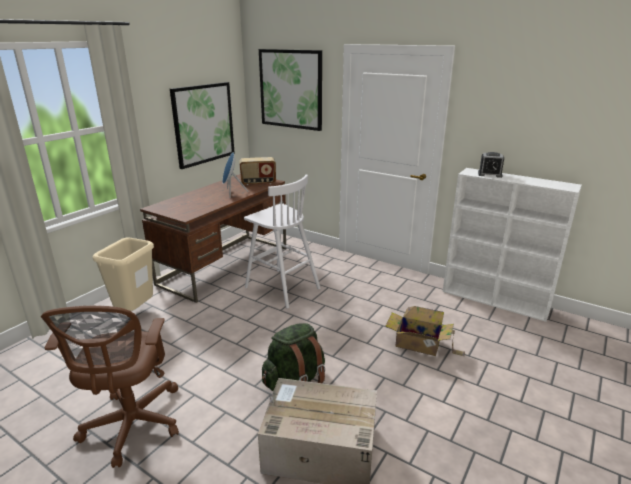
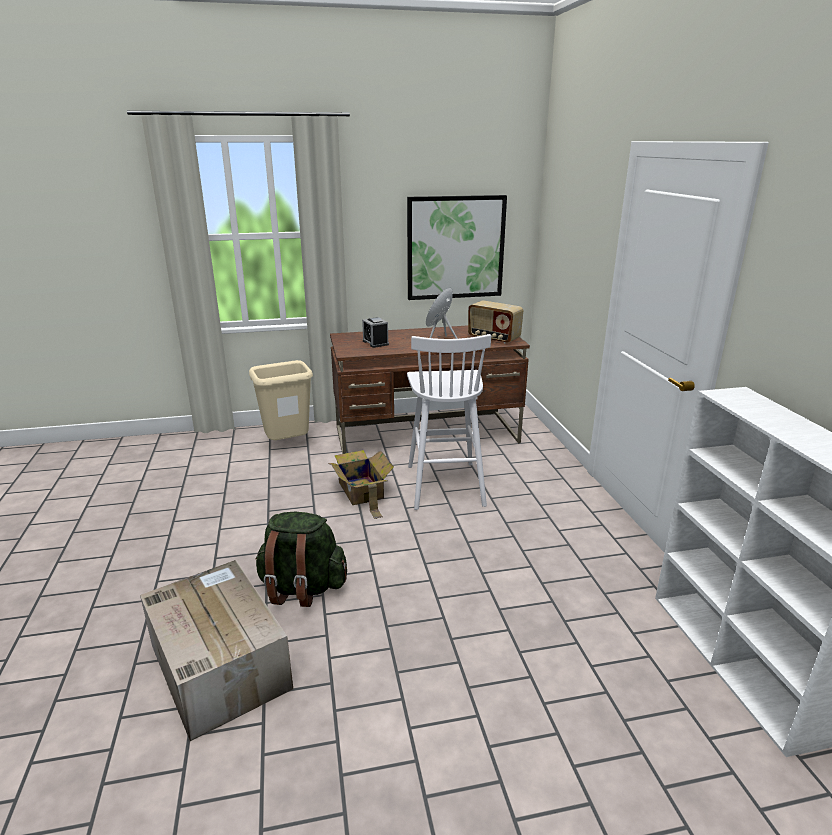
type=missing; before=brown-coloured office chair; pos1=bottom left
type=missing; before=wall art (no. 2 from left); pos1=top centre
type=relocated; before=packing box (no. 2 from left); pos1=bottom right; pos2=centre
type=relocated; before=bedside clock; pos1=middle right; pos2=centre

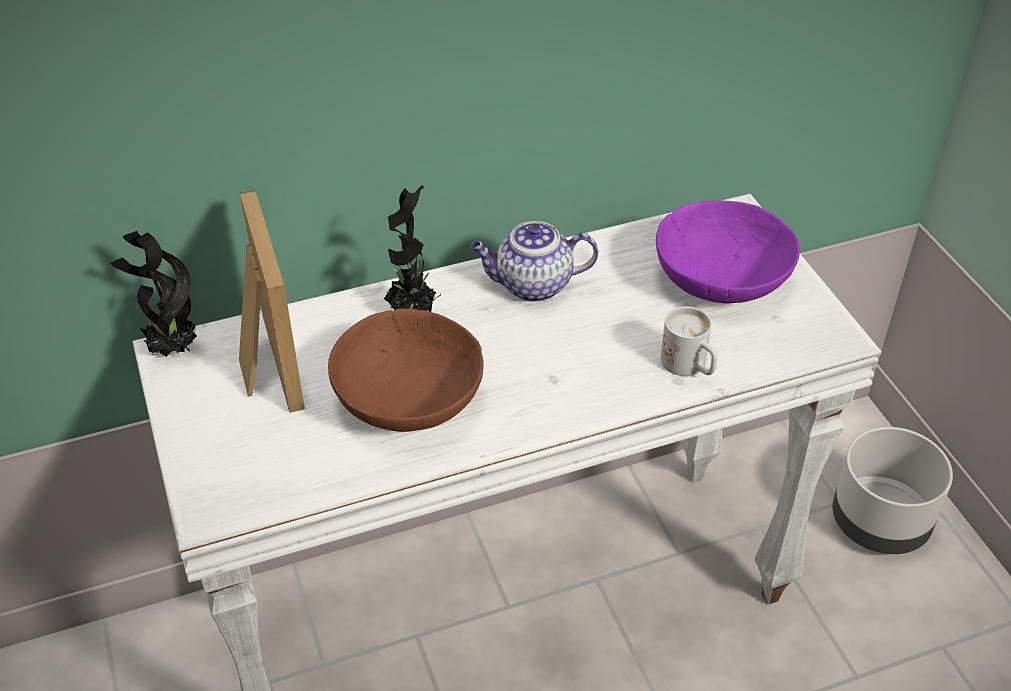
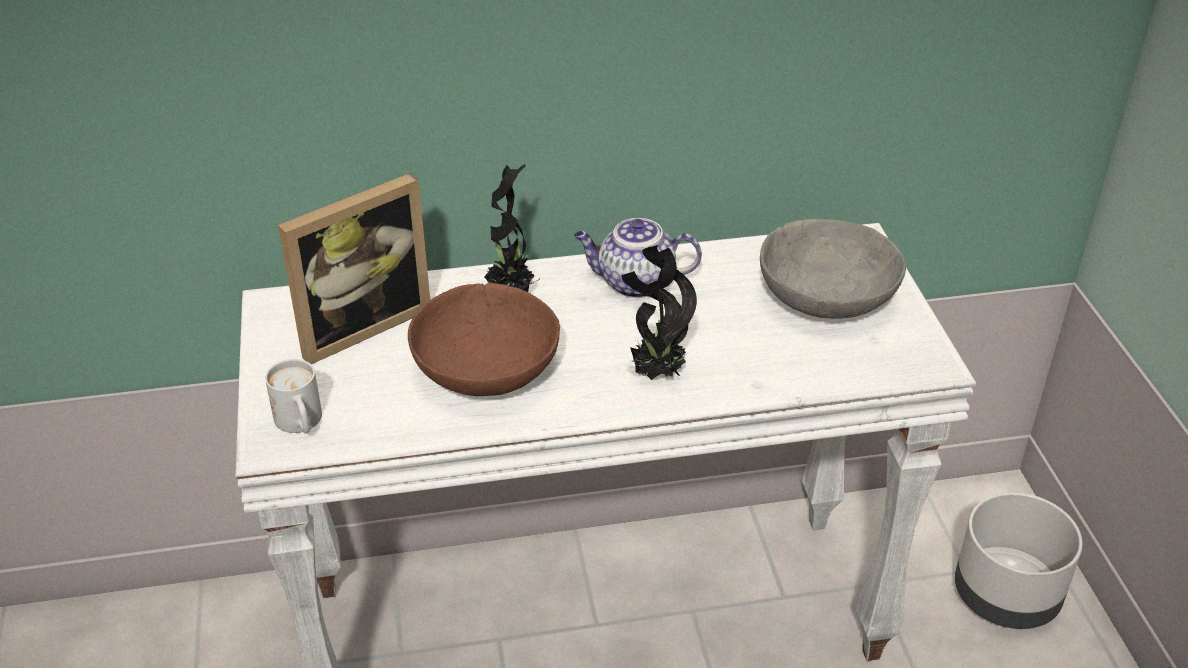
type=relocated; before=plant in a pot (no. 1 from left in the first image); after=plant in a pot (no. 2 from left); pos1=middle left; pos2=centre
type=relocated; before=white-coloured tea mug; pos1=middle right; pos2=middle left
type=colour; before=purple-coloured serving bowl; after=gray serving bowl; pos1=middle right; pos2=middle right
type=spun; before=picture frame; pos1=middle left; pos2=middle left; turn=60

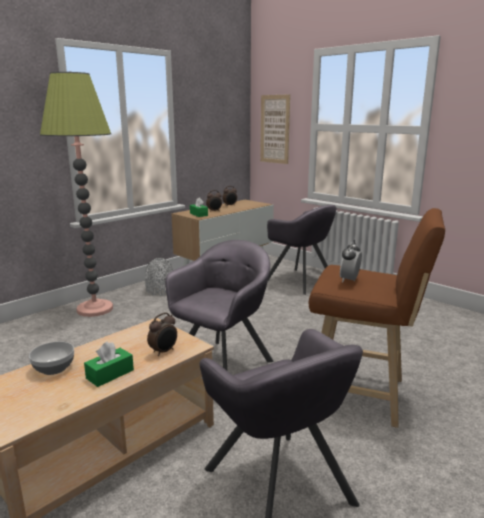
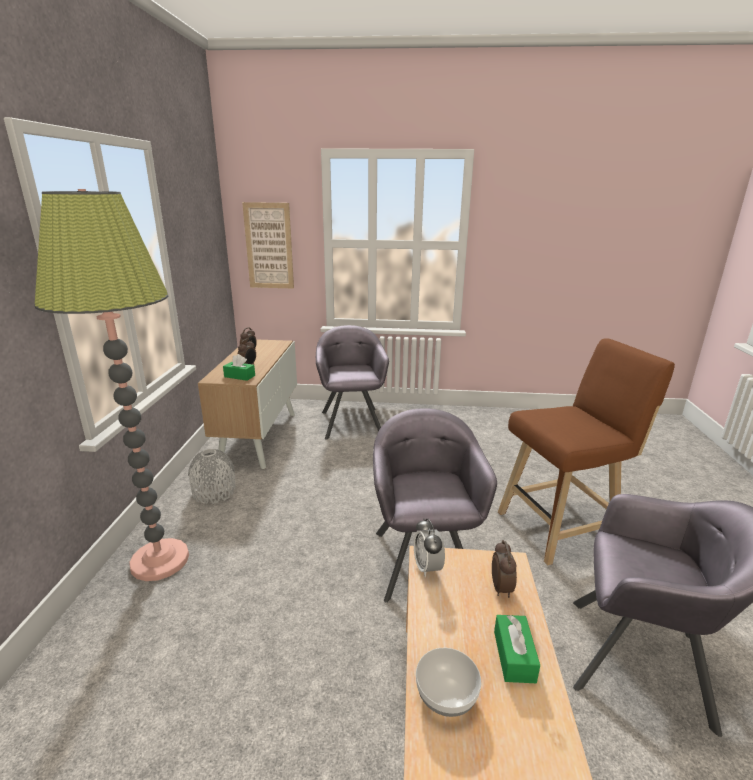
type=relocated; before=bedside clock (no. 4 from left in the first image); after=bedside clock (no. 3 from left); pos1=middle right; pos2=bottom centre
type=spun; before=gray armchair (no. 3 from left in the first image); pos1=centre; pos2=centre; turn=-105

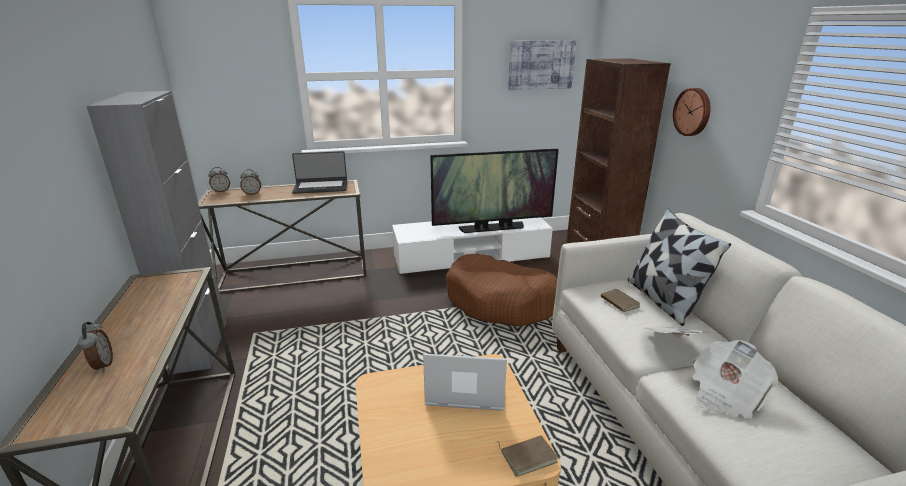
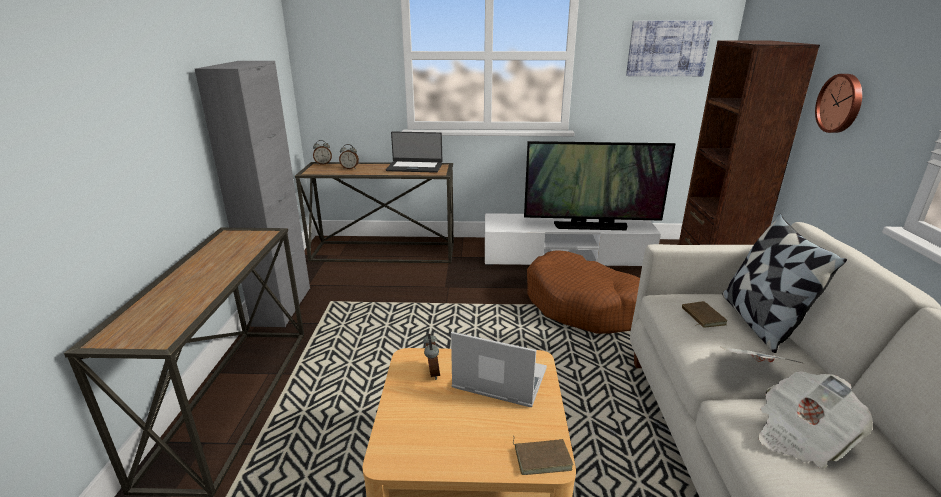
type=relocated; before=bedside clock (no. 1 from left in the first image); after=bedside clock (no. 3 from left); pos1=bottom left; pos2=bottom centre

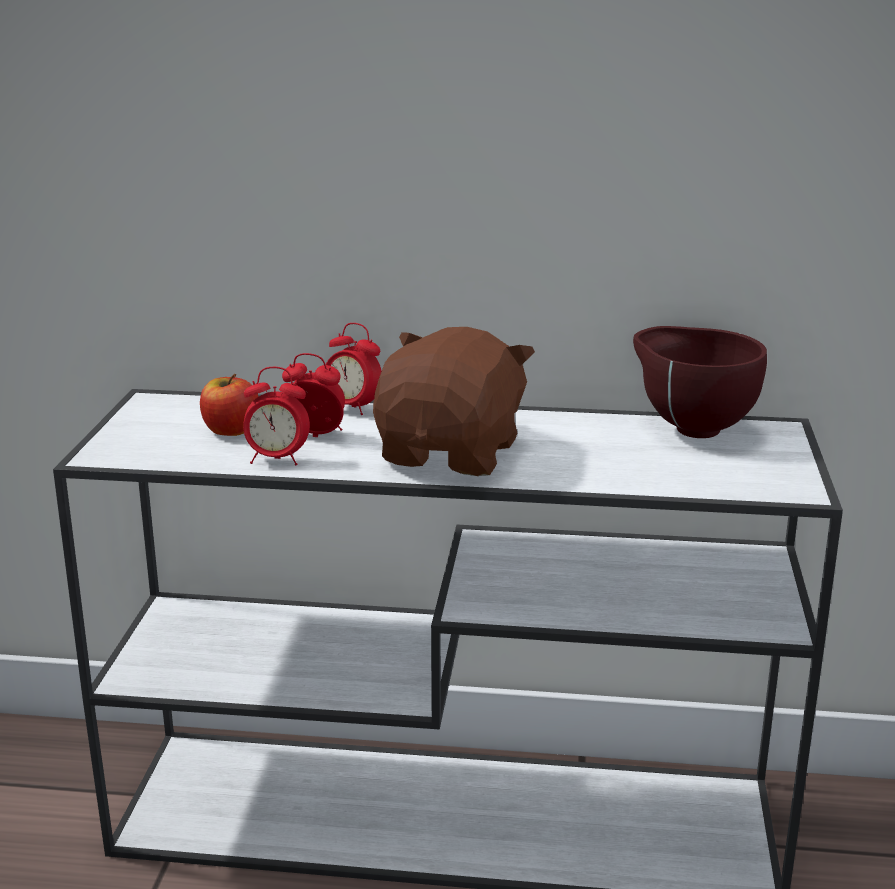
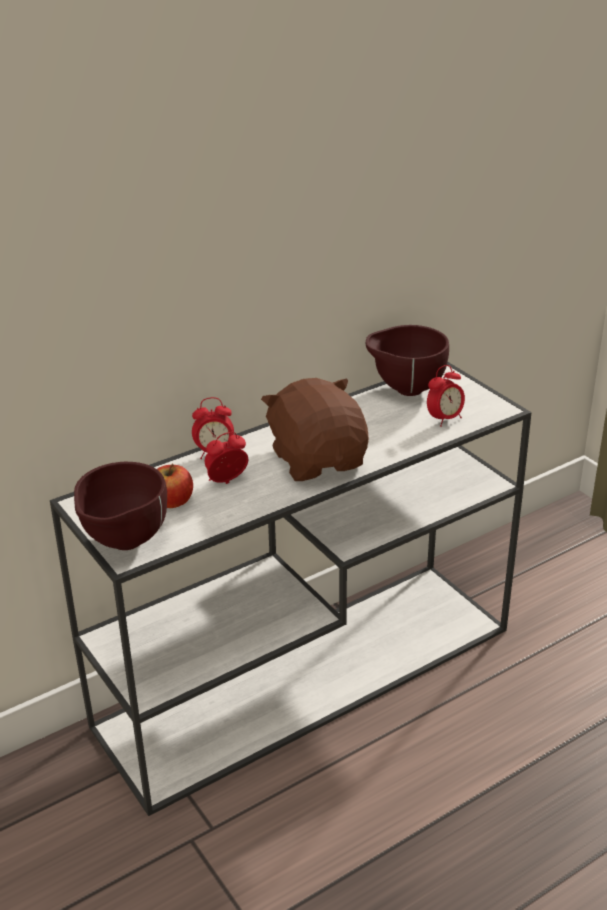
type=appeared; after=brown-coloured serving bowl (no. 1 from left); pos2=middle left
type=relocated; before=bedside clock (no. 1 from left in the first image); after=bedside clock (no. 3 from left); pos1=middle left; pos2=middle right

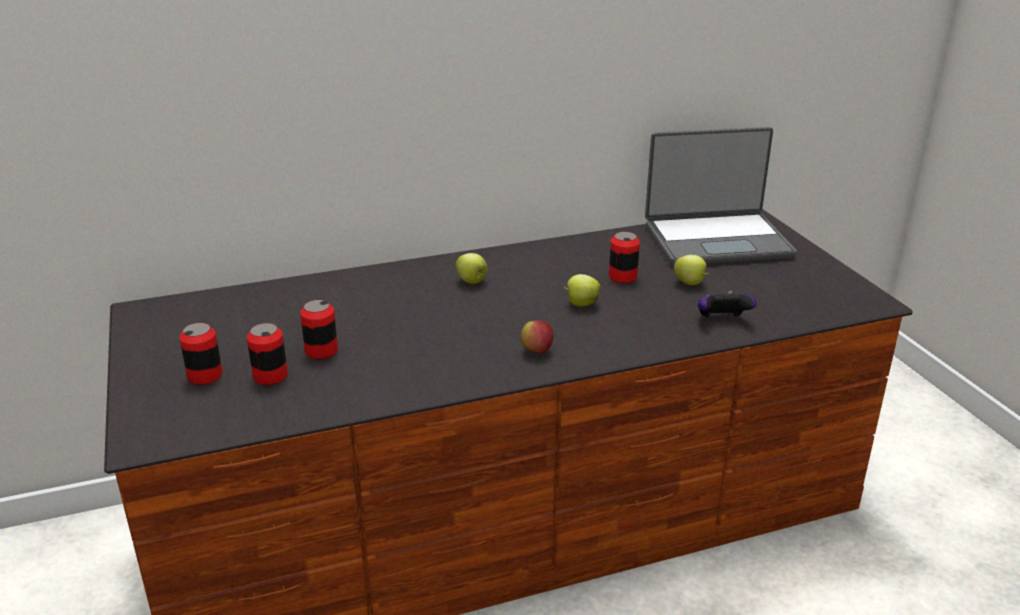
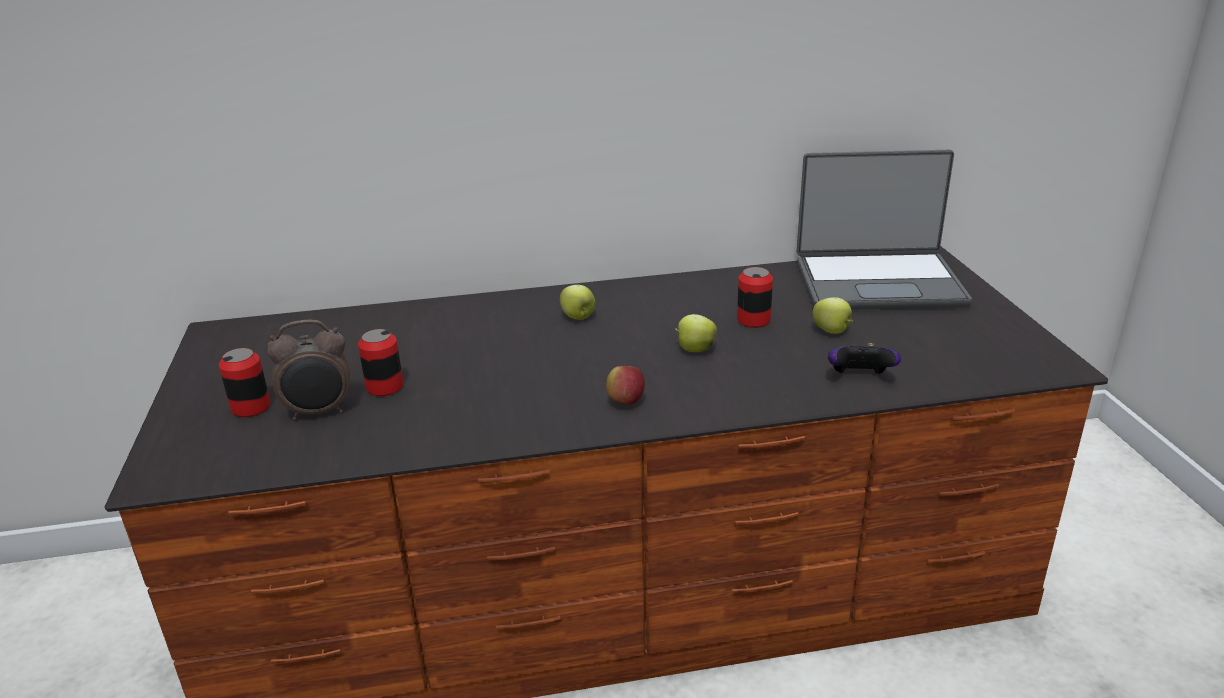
type=exchanged; before=metal can (no. 2 from left); after=bedside clock; pos1=middle left; pos2=middle left

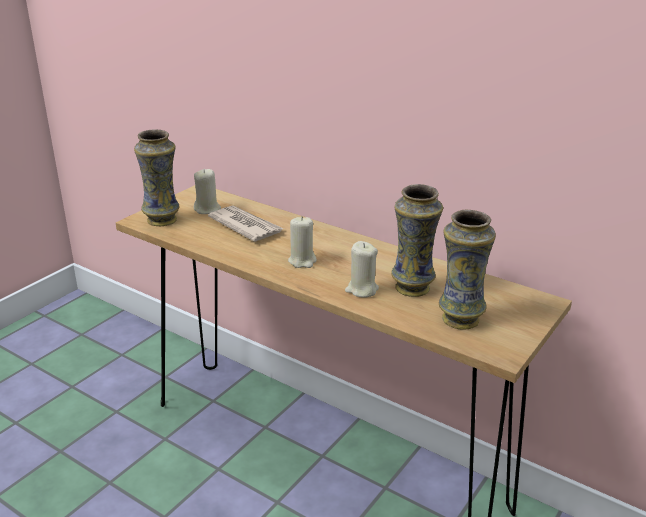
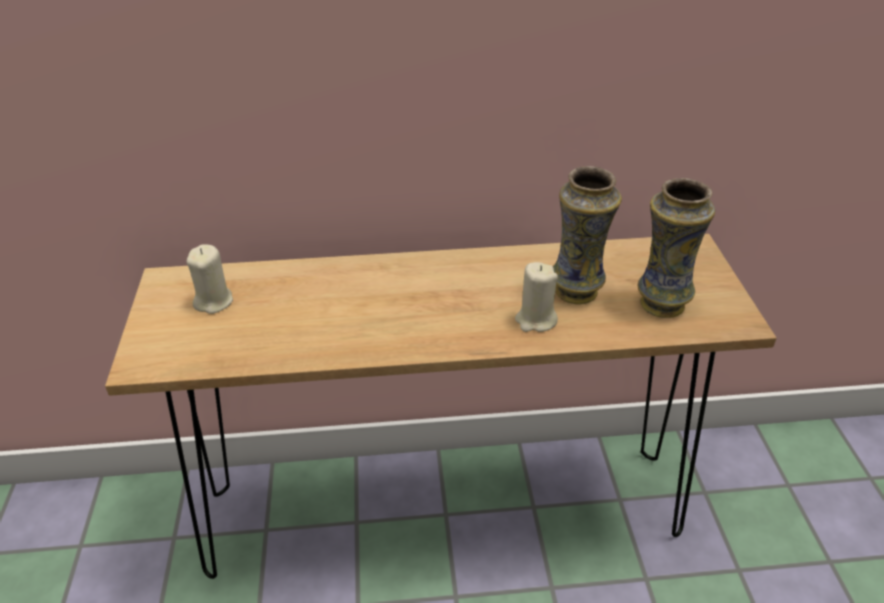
type=missing; before=vase (no. 1 from left); pos1=middle left
type=missing; before=printed paper; pos1=centre
type=missing; before=beige wax candle (no. 2 from left); pos1=centre

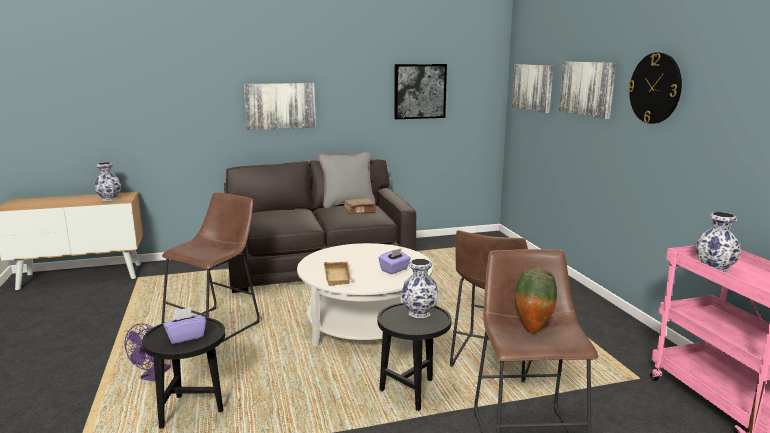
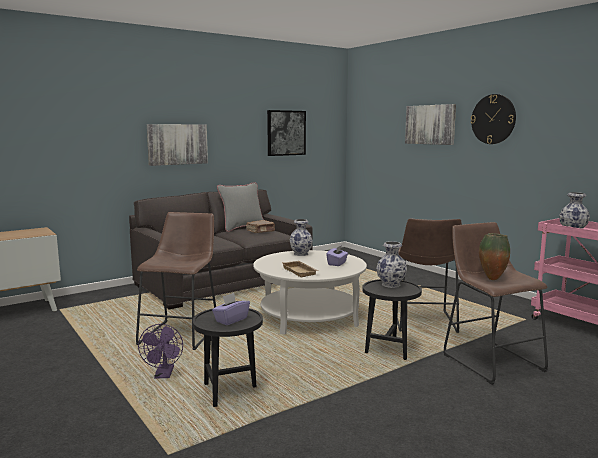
type=missing; before=wall art (no. 3 from left); pos1=top right
type=relocated; before=vase (no. 1 from left); pos1=middle left; pos2=centre

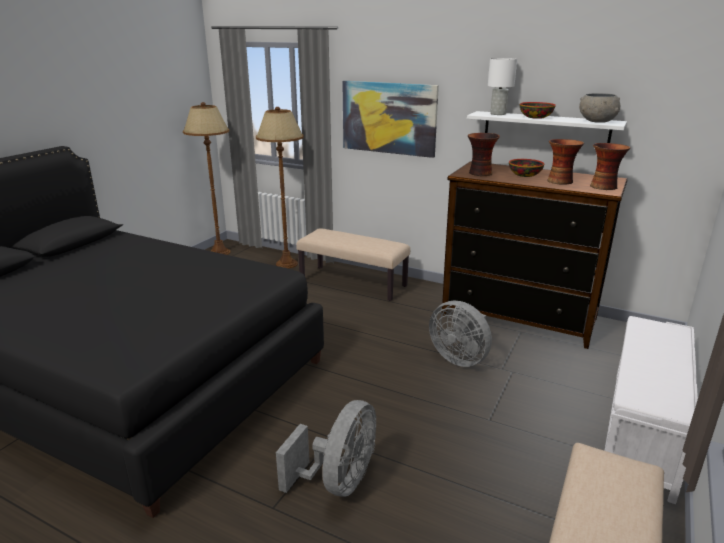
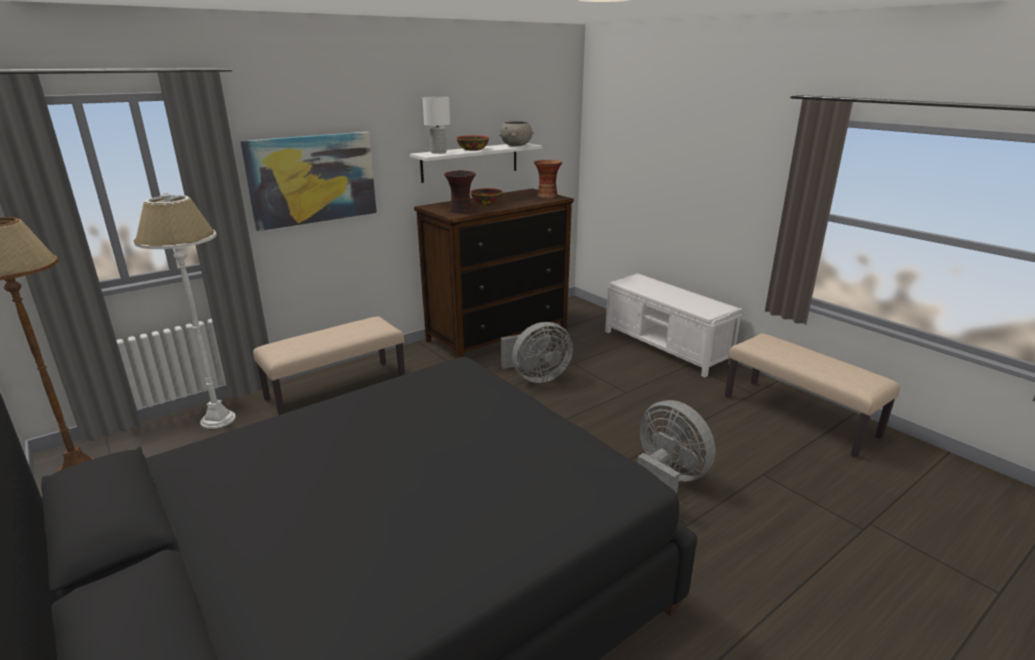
type=missing; before=vase (no. 2 from left); pos1=top right
type=colour; before=brown-coloured floor lamp (no. 2 from left); after=white-coloured floor lamp; pos1=centre; pos2=middle left

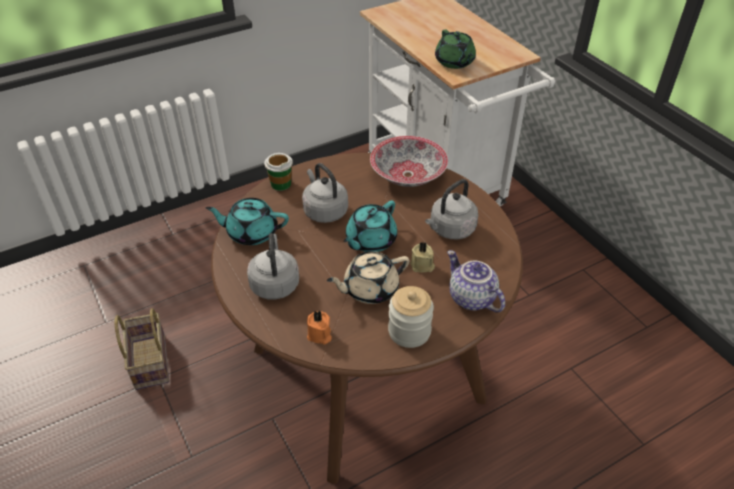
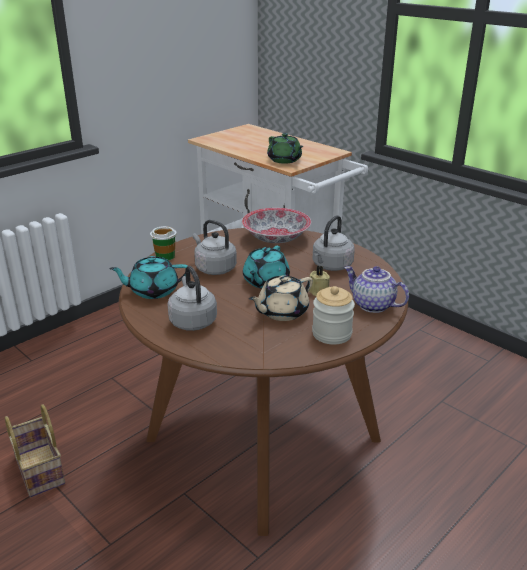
type=missing; before=orange wax candle; pos1=bottom centre

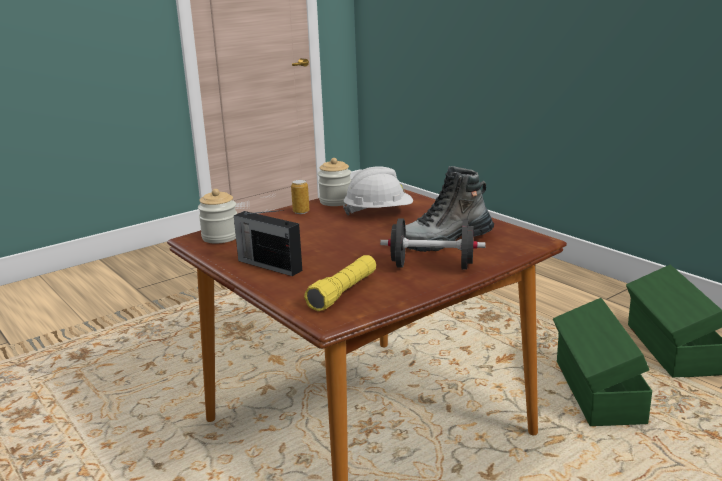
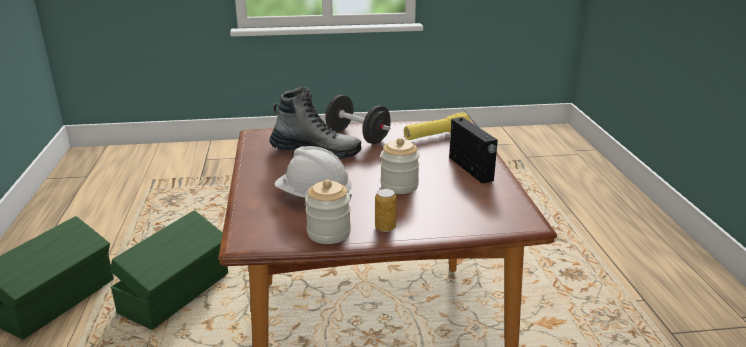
type=relocated; before=preserve jar (no. 1 from left in the first image); after=preserve jar (no. 2 from left); pos1=middle left; pos2=centre

